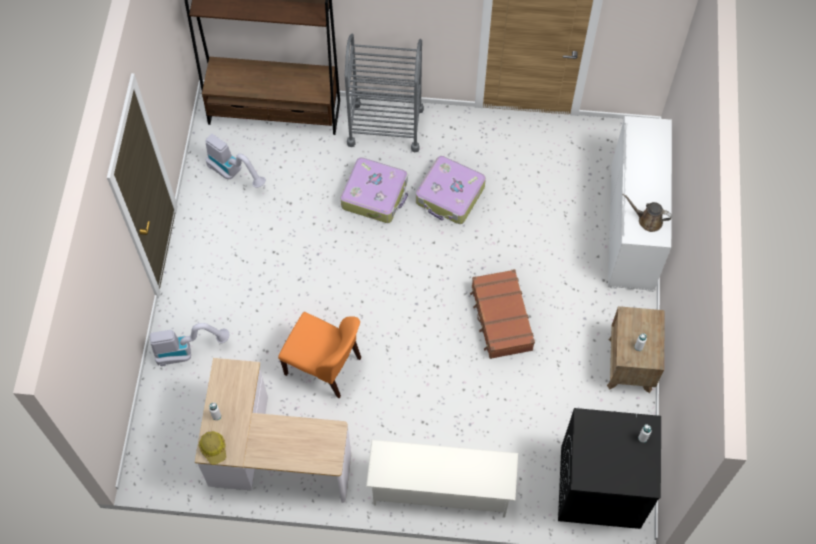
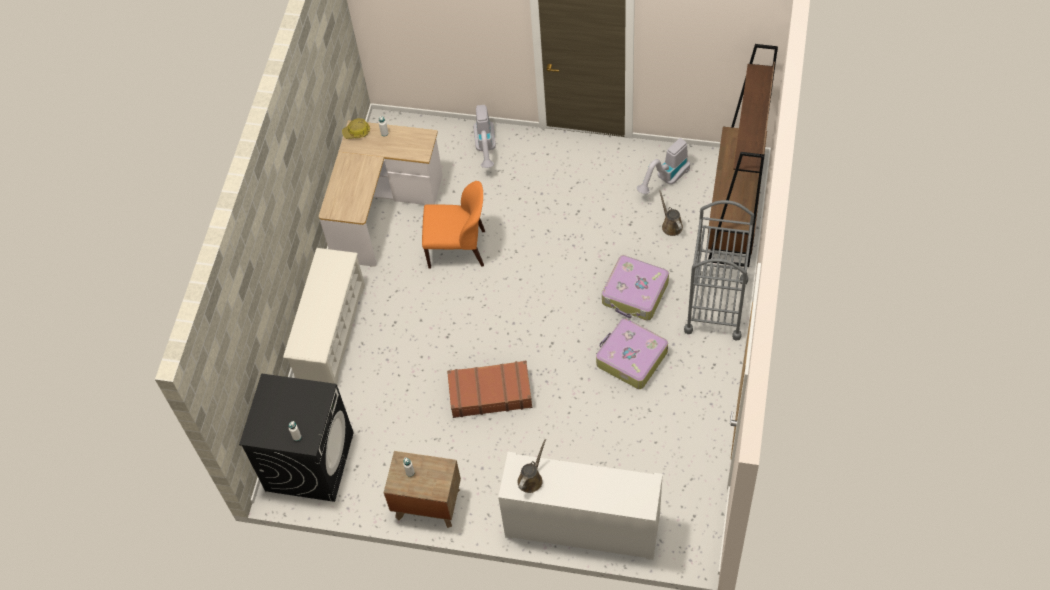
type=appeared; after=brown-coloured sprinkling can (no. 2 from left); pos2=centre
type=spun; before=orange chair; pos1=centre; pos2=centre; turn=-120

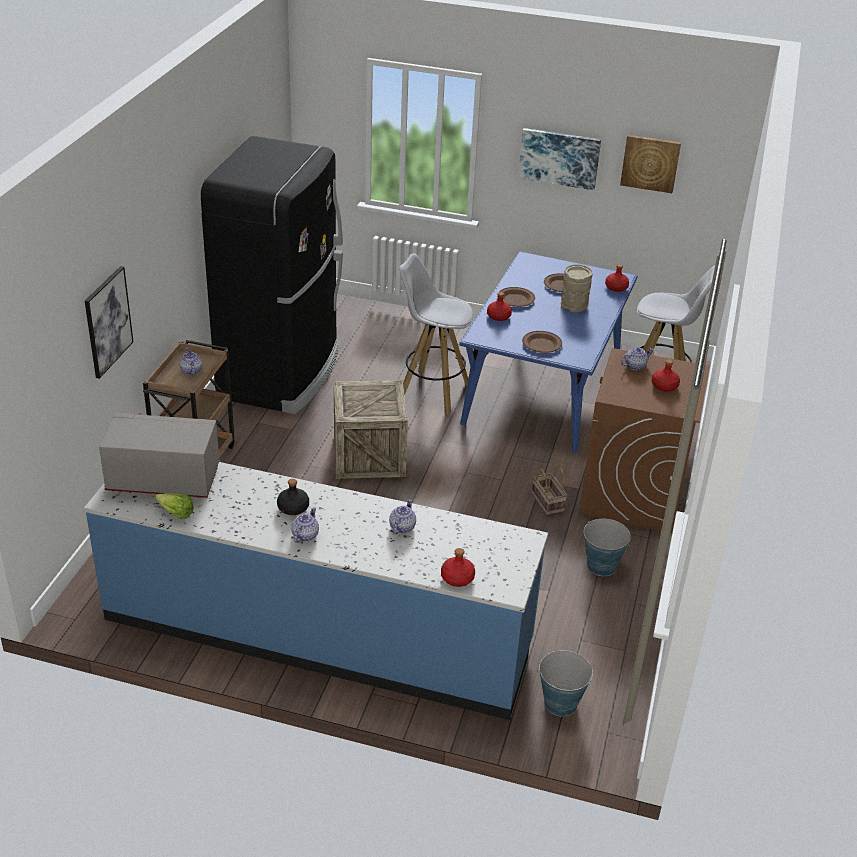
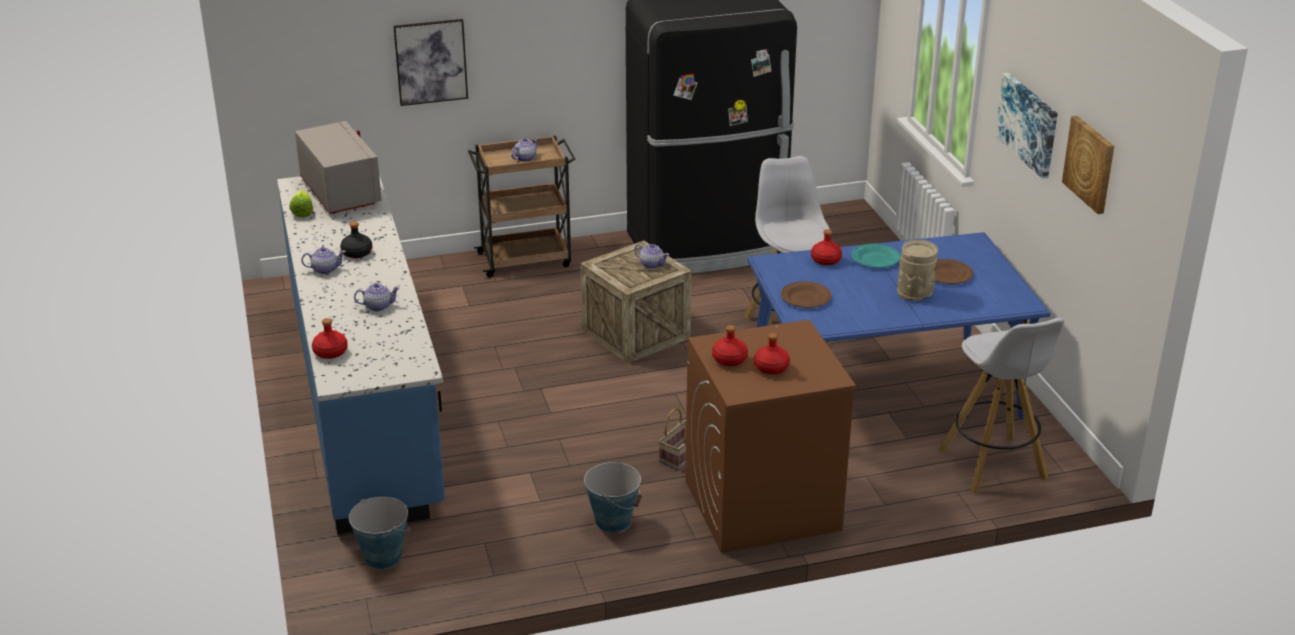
type=relocated; before=red beverage bottle (no. 3 from left in the first image); after=red beverage bottle (no. 2 from left); pos1=top right; pos2=centre
type=relocated; before=tea pot (no. 4 from left); pos1=middle right; pos2=centre
type=colour; before=brown-coloured dinner plate (no. 1 from left); after=blue-green dinner plate; pos1=centre; pos2=middle right

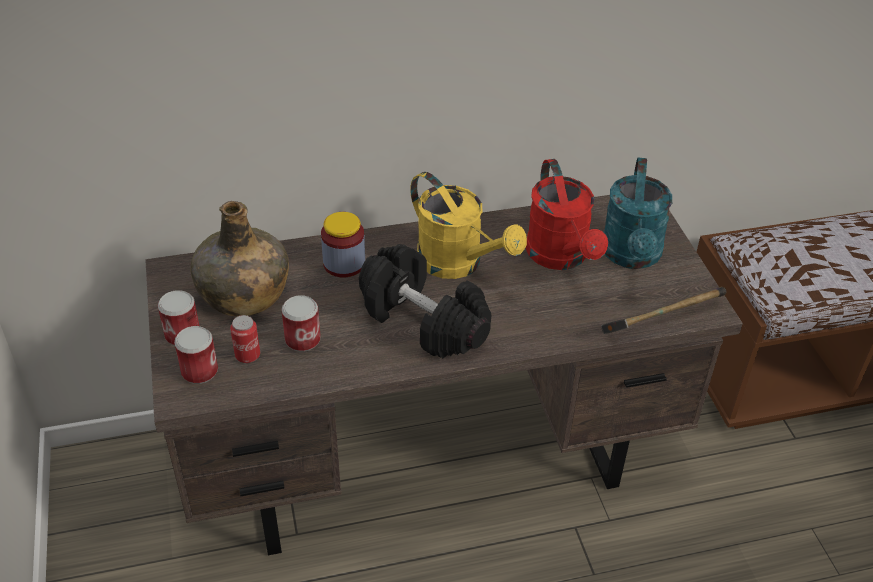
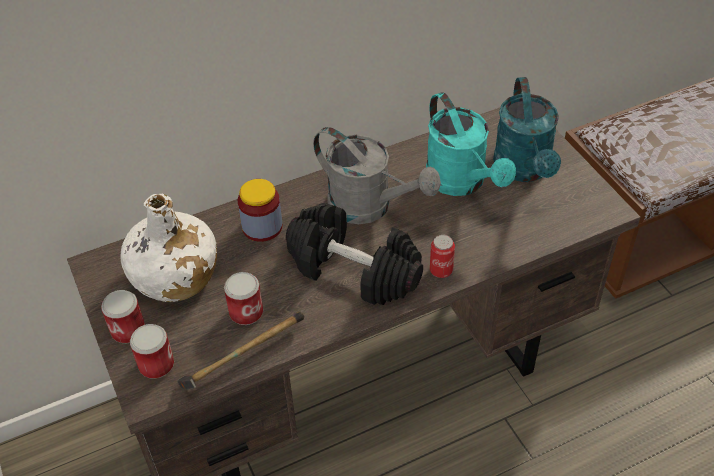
type=relocated; before=metal can (no. 3 from left in the first image); after=metal can (no. 4 from left); pos1=middle left; pos2=centre
type=relocated; before=hand hammer; pos1=middle right; pos2=bottom centre
type=colour; before=green beverage bottle; after=white-coloured beverage bottle; pos1=middle left; pos2=middle left
type=colour; before=yellow-coloured sprinkling can; after=gray sprinkling can; pos1=centre; pos2=centre
type=colour; before=red sprinkling can; after=blue-green sprinkling can (no. 1 from left); pos1=centre; pos2=top centre

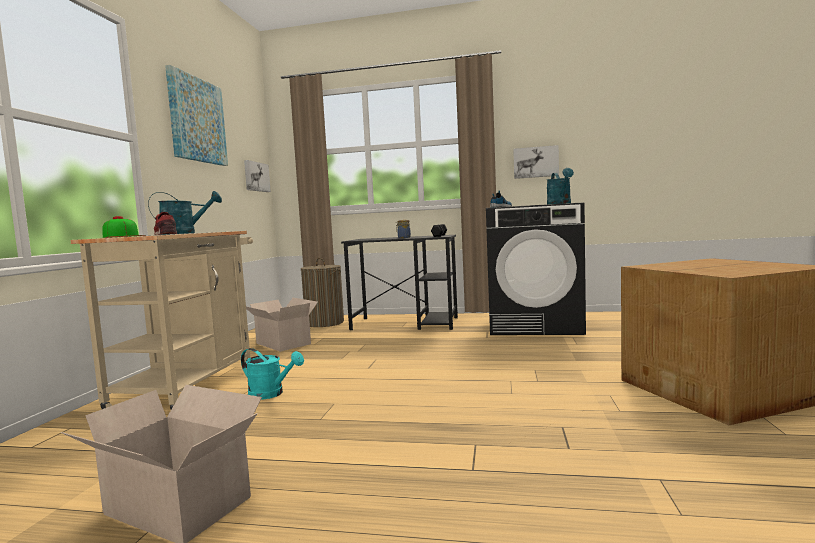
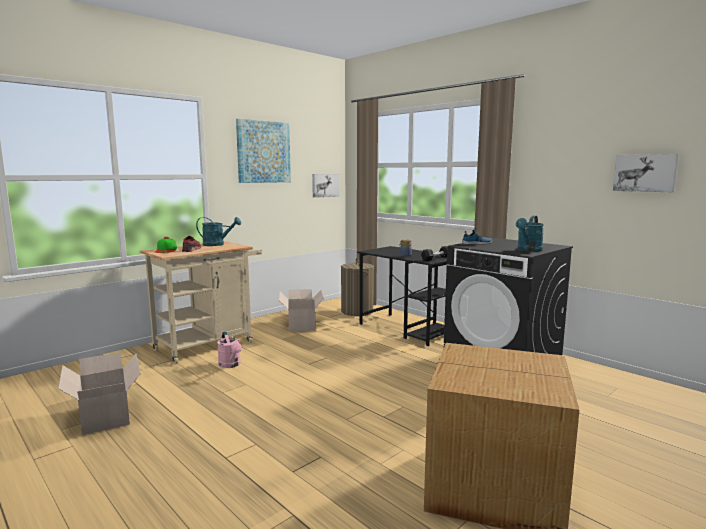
type=relocated; before=wall art (no. 3 from left); pos1=top centre; pos2=top right
type=colour; before=blue-green sprinkling can (no. 2 from left); after=pink sprinkling can; pos1=bottom centre; pos2=middle left

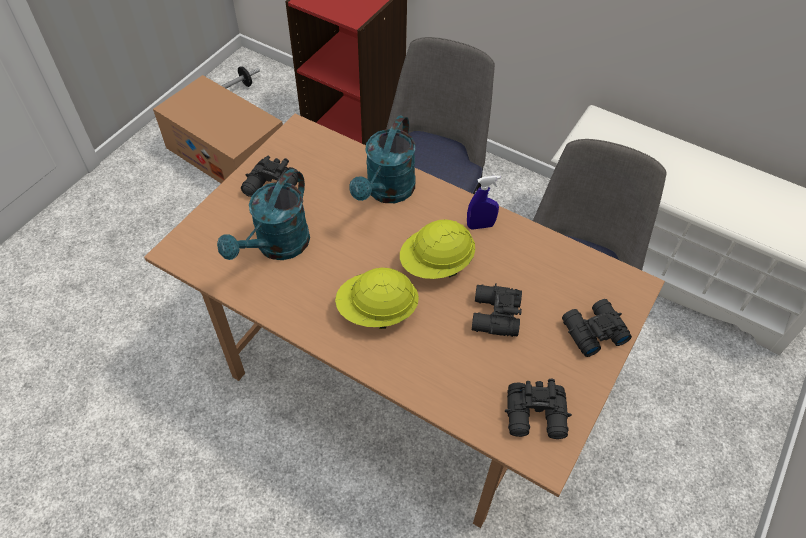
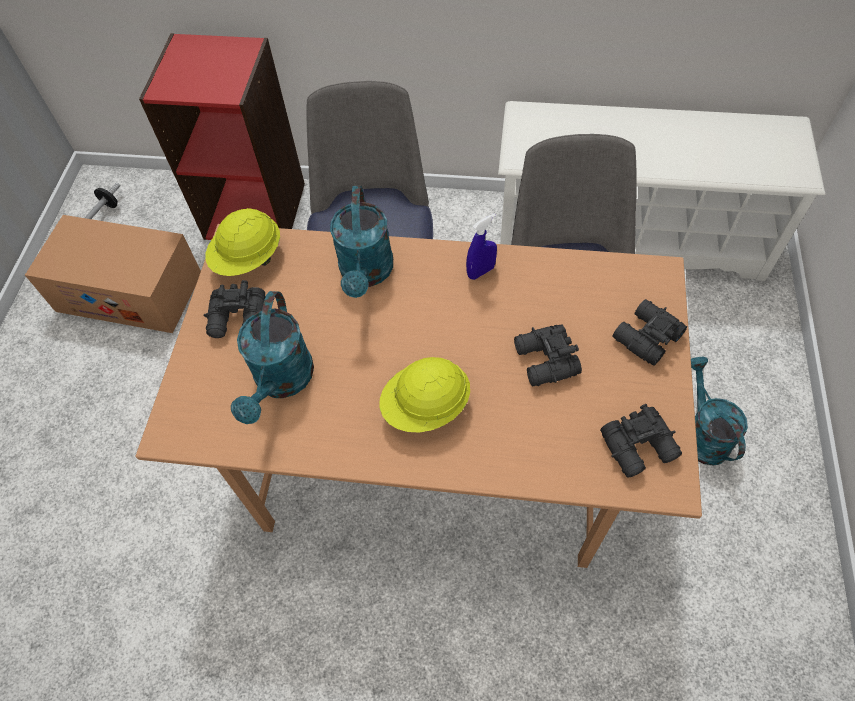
type=appeared; after=blue-green sprinkling can (no. 3 from left); pos2=middle right
type=relocated; before=yellow-coloured work helmet (no. 2 from left in the first image); after=yellow-coloured work helmet (no. 1 from left); pos1=centre; pos2=middle left

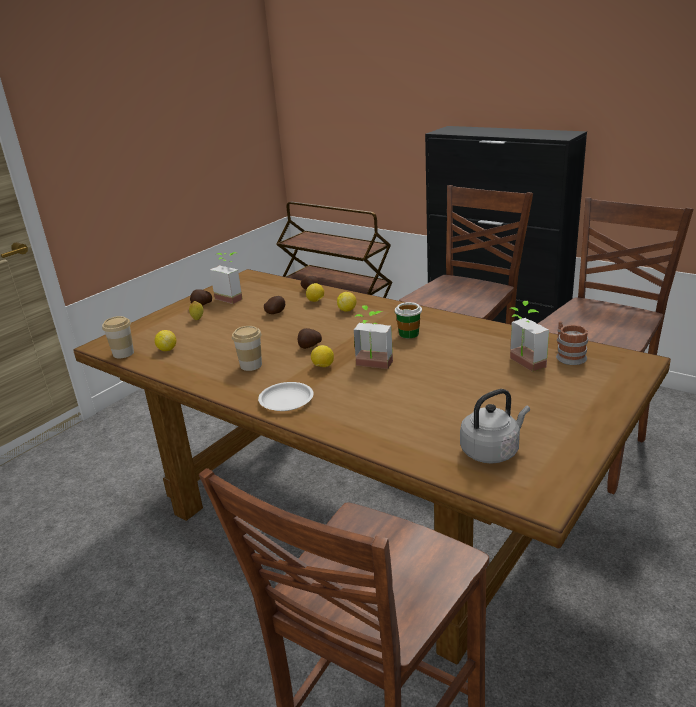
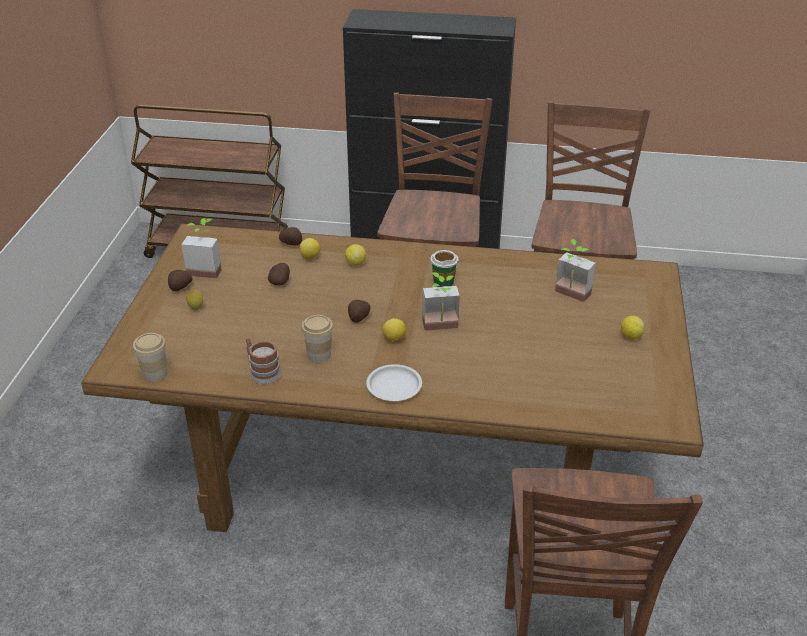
type=missing; before=gray tea kettle; pos1=middle right
type=relocated; before=lemon (no. 1 from left in the first image); after=lemon (no. 5 from left); pos1=middle left; pos2=middle right
type=relocated; before=tea mug; pos1=middle right; pos2=middle left

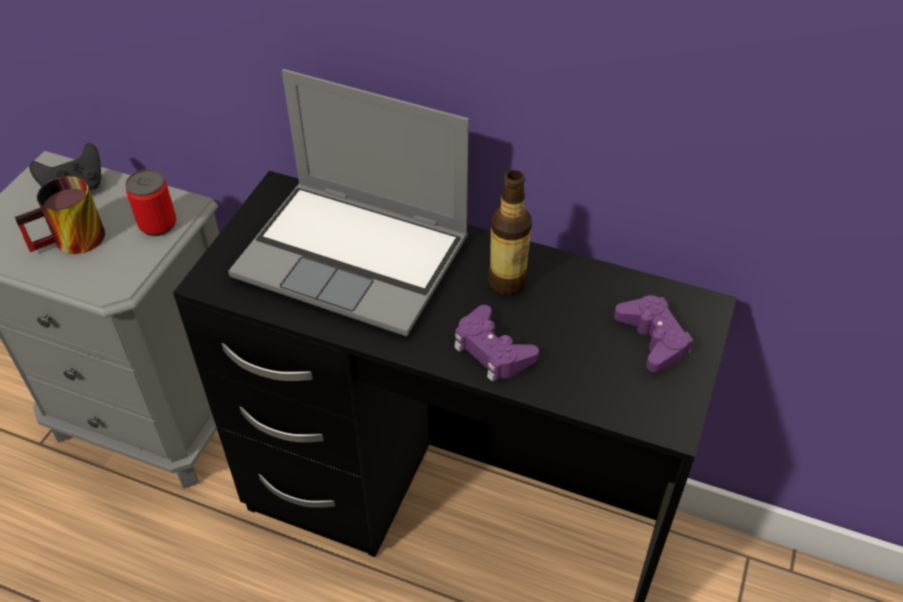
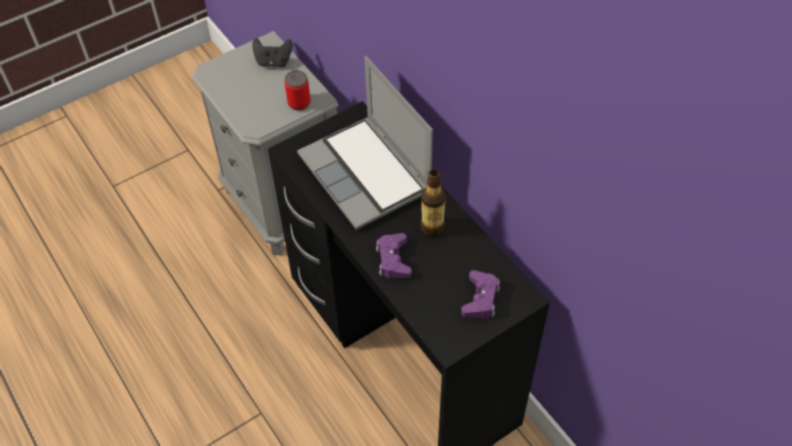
type=missing; before=tea mug; pos1=middle left

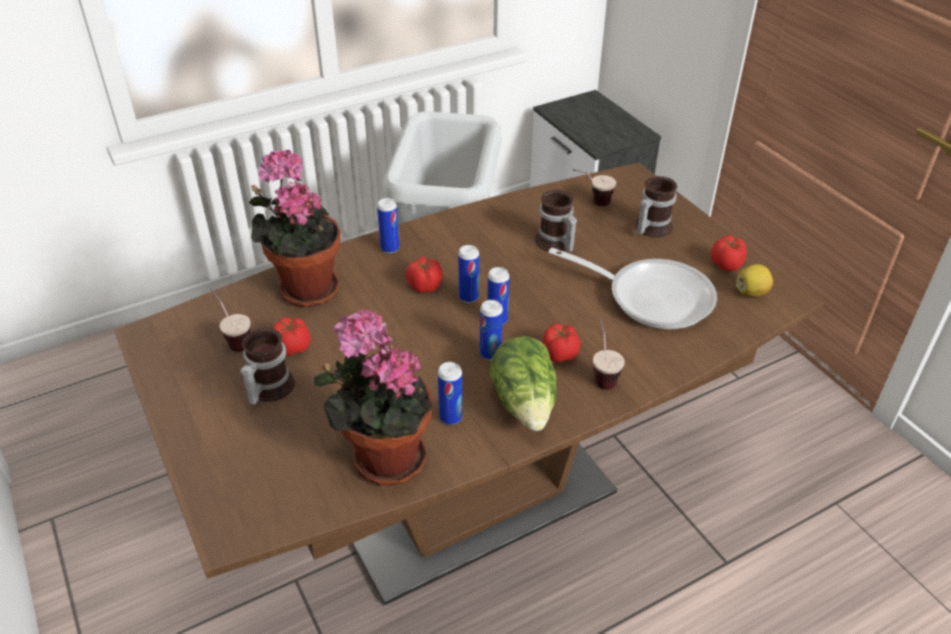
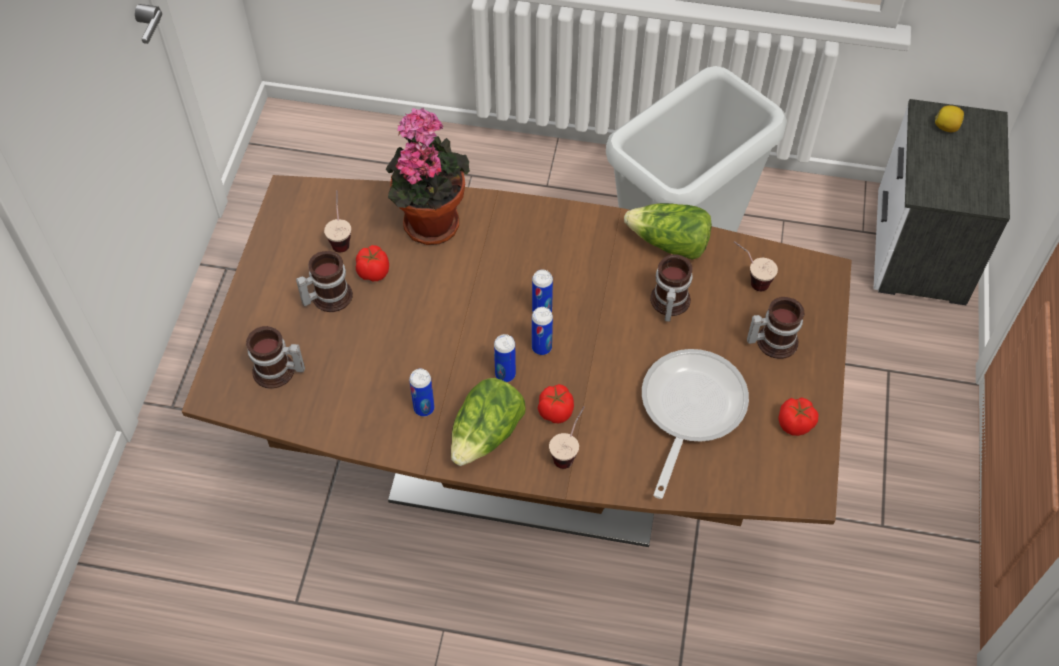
type=missing; before=plant in a pot (no. 2 from left); pos1=centre
type=missing; before=metal can (no. 1 from left); pos1=centre
type=missing; before=fresh tomato (no. 2 from left); pos1=centre
type=appeared; after=tea mug (no. 1 from left); pos2=middle left
type=appeared; after=lettuce head (no. 2 from left); pos2=centre
type=relocated; before=lemon; pos1=middle right; pos2=top right
type=spun; before=pan; pos1=centre; pos2=centre; turn=-135

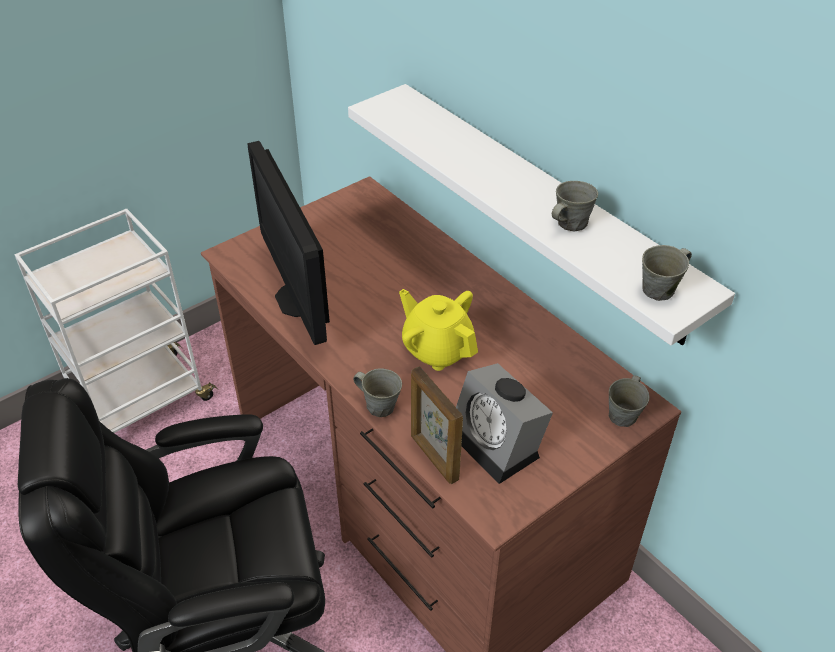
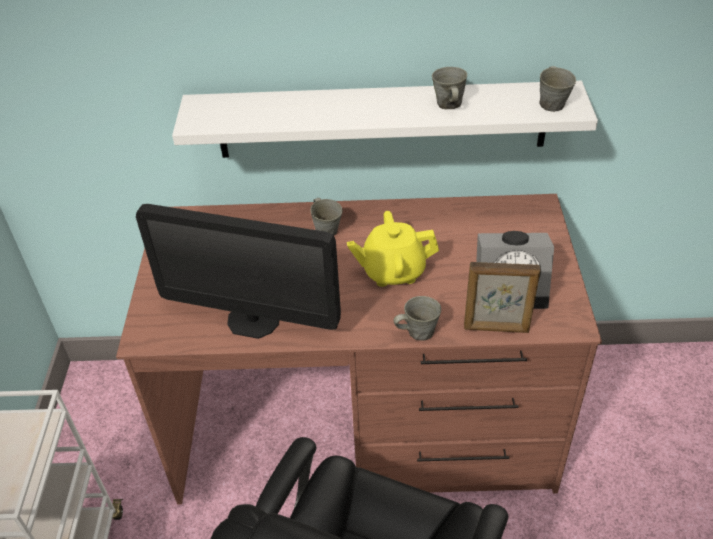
type=relocated; before=gray tea mug (no. 3 from left in the first image); after=gray tea mug (no. 1 from left); pos1=middle right; pos2=centre

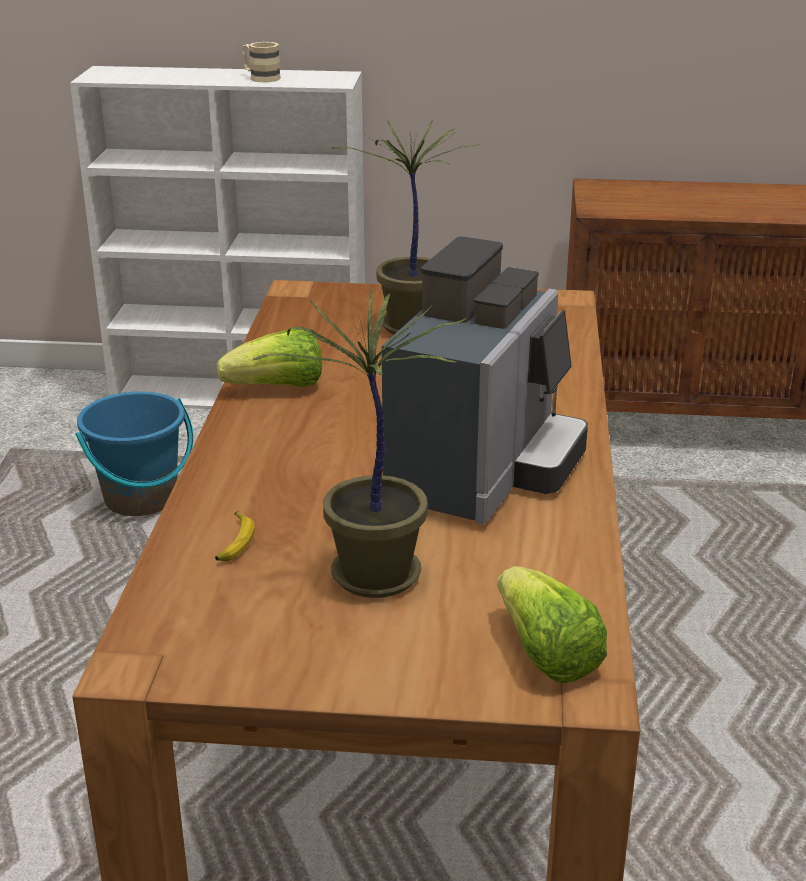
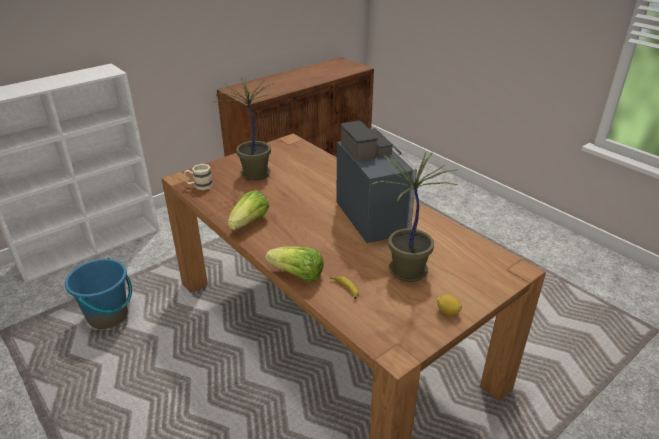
type=appeared; after=lemon; pos2=bottom right
type=relocated; before=beige tea mug; pos1=top left; pos2=middle left
type=relocated; before=lettuce head (no. 2 from left); pos1=bottom right; pos2=centre

